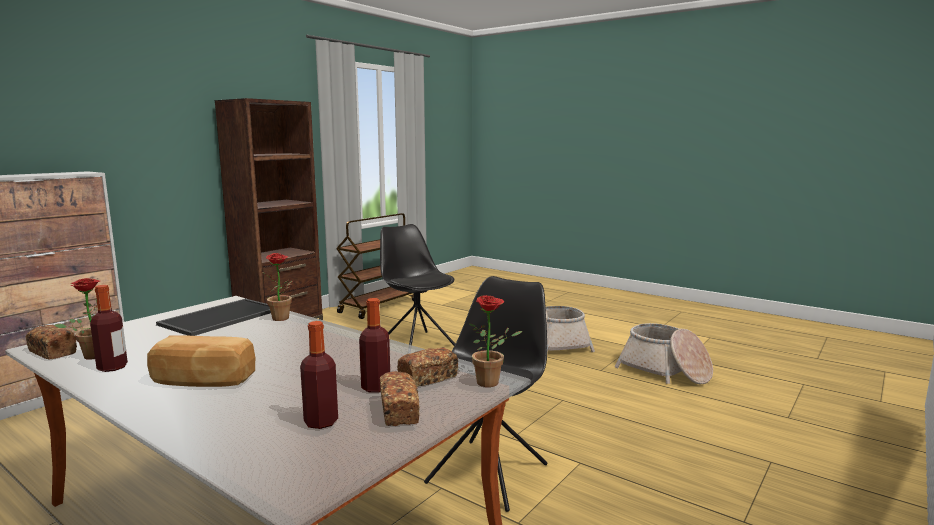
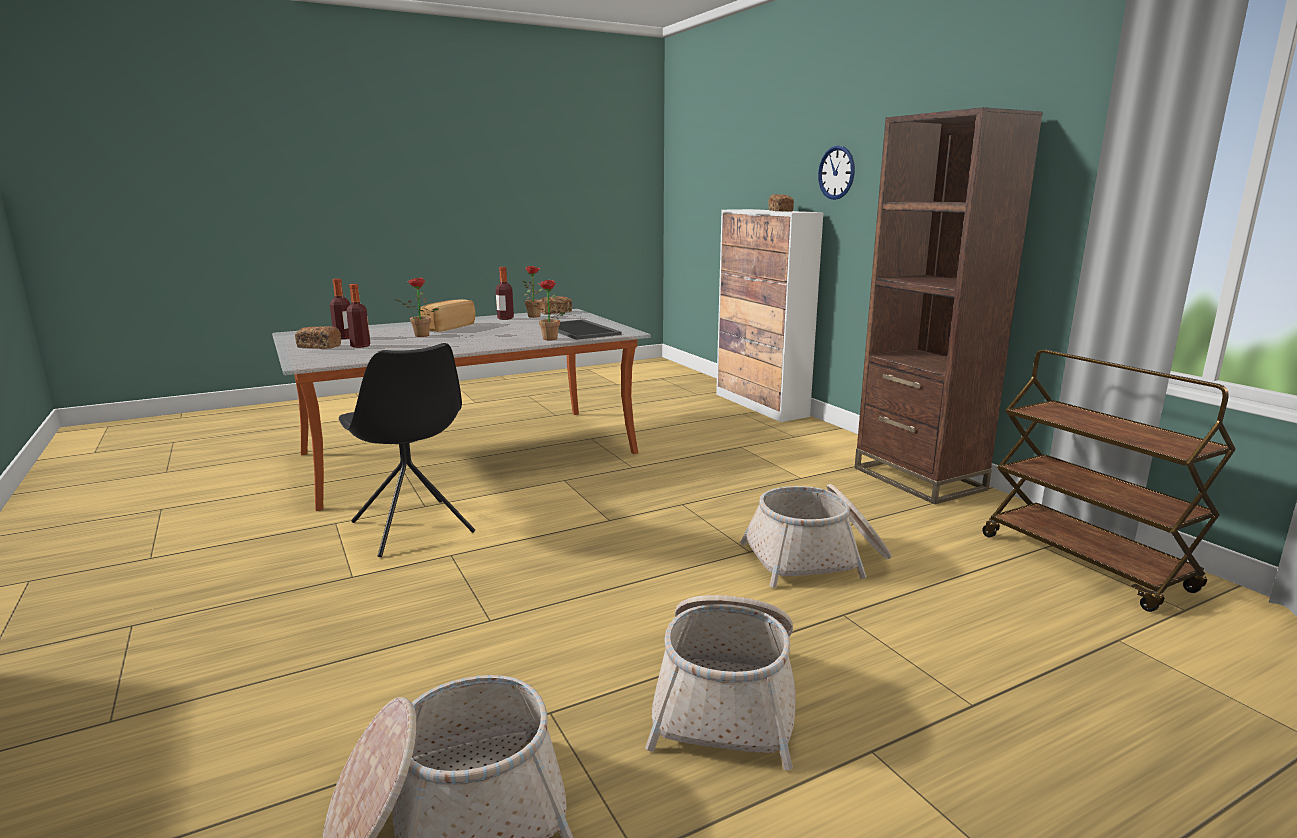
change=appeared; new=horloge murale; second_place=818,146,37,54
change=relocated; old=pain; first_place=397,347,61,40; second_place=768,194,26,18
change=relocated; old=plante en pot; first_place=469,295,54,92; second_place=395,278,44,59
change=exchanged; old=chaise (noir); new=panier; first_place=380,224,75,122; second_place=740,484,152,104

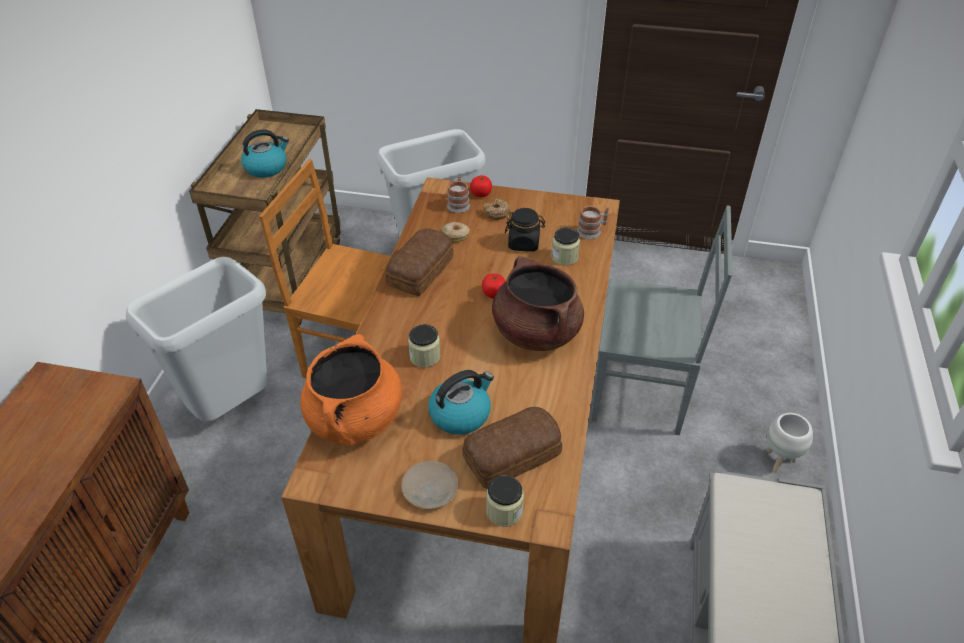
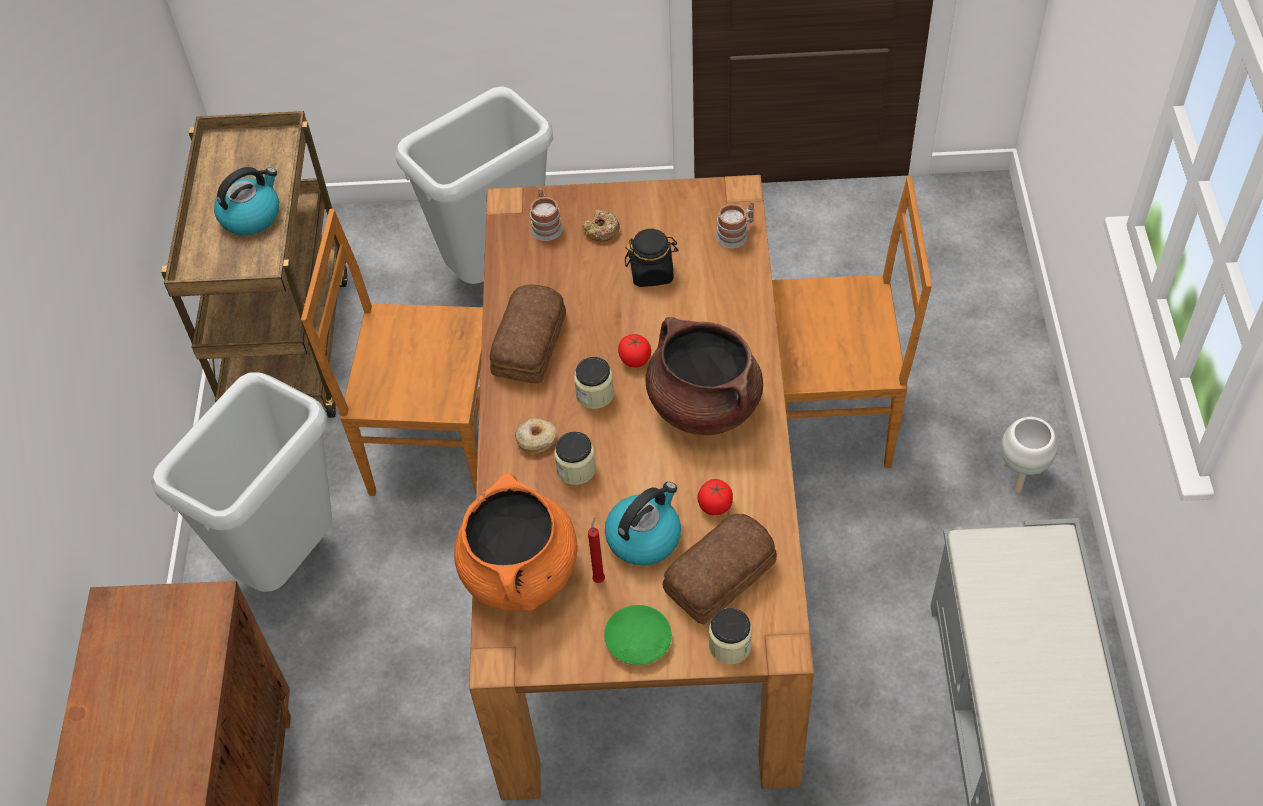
change=appeared; new=bougie (rouge); second_place=588,517,17,66
change=relocated; old=beignet; first_place=442,222,28,20; second_place=515,419,41,34
change=relocated; old=tomate; first_place=470,175,22,22; second_place=697,479,36,36
change=relocated; old=bocal; first_place=551,227,29,39; second_place=574,357,40,52
change=colour; old=assiette (beige); new=assiette (vert); first_place=401,461,57,48; second_place=604,605,68,60
change=colour; old=chaise (gris); new=chaise (marron); first_place=591,205,141,230; second_place=772,176,160,292

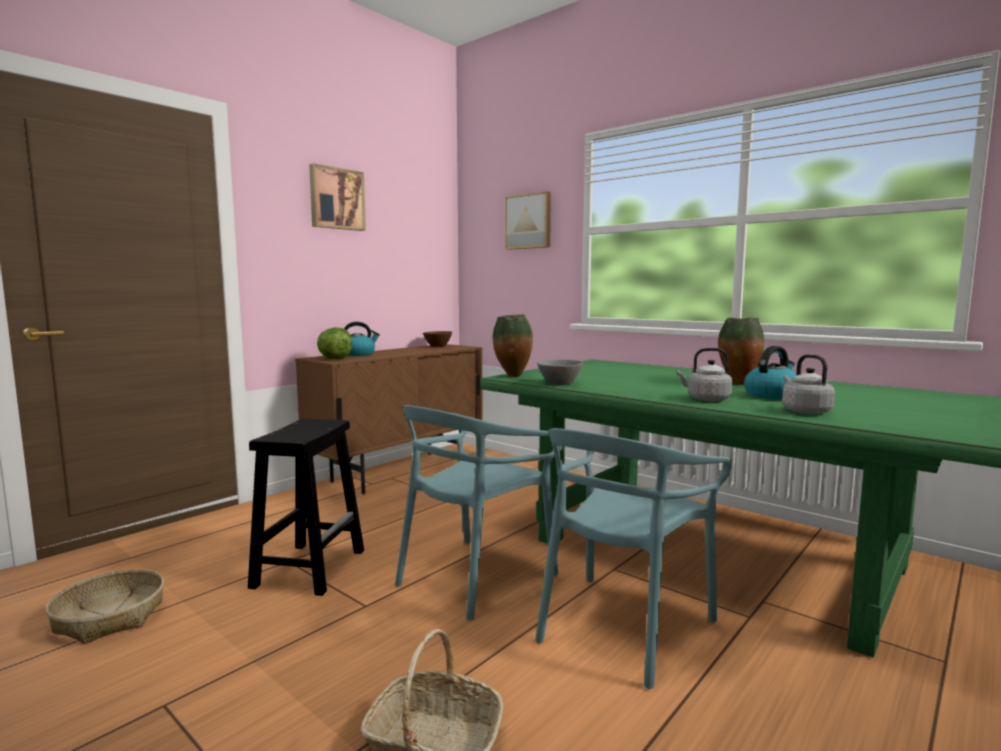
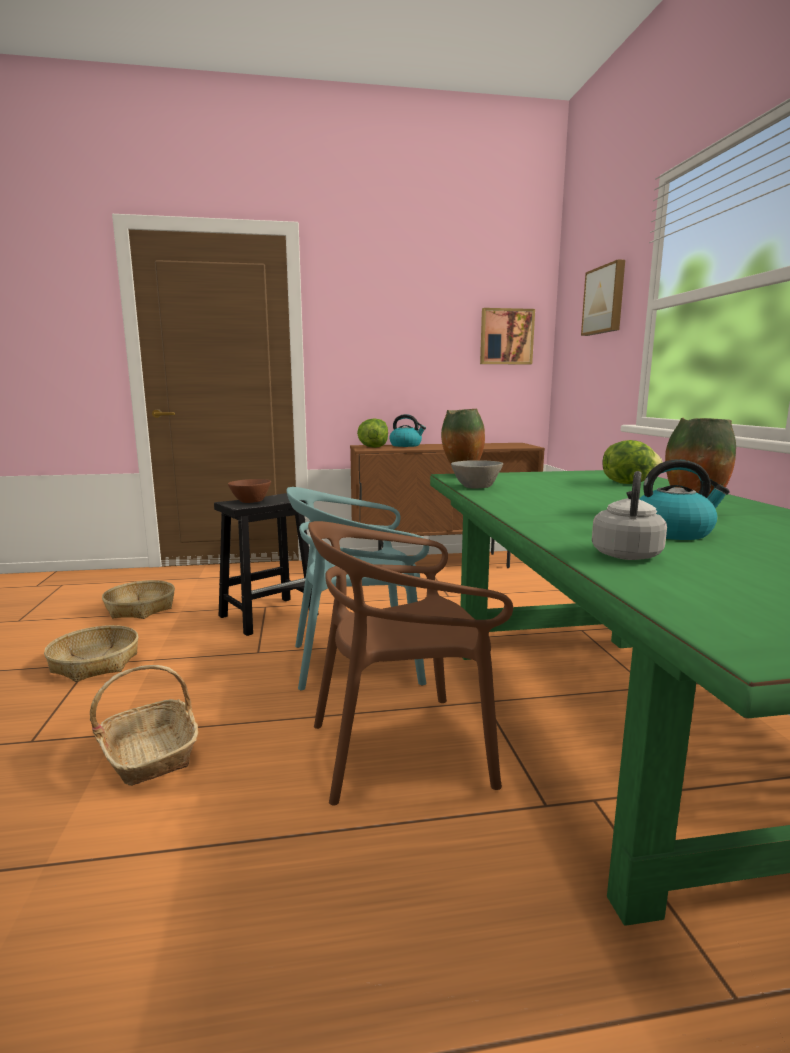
change=missing; old=bouilloire (gris); first_place=676,348,57,53
change=appeared; new=panier; second_place=44,625,94,57
change=appeared; new=laitue; second_place=603,440,59,44
change=relocated; old=tableau; first_place=309,163,57,68; second_place=480,308,55,57
change=relocated; old=bol (marron); first_place=423,331,29,16; second_place=228,479,43,24
change=colour; old=chaise (turquoise); new=chaise (marron); first_place=535,428,197,261; second_place=308,521,205,285

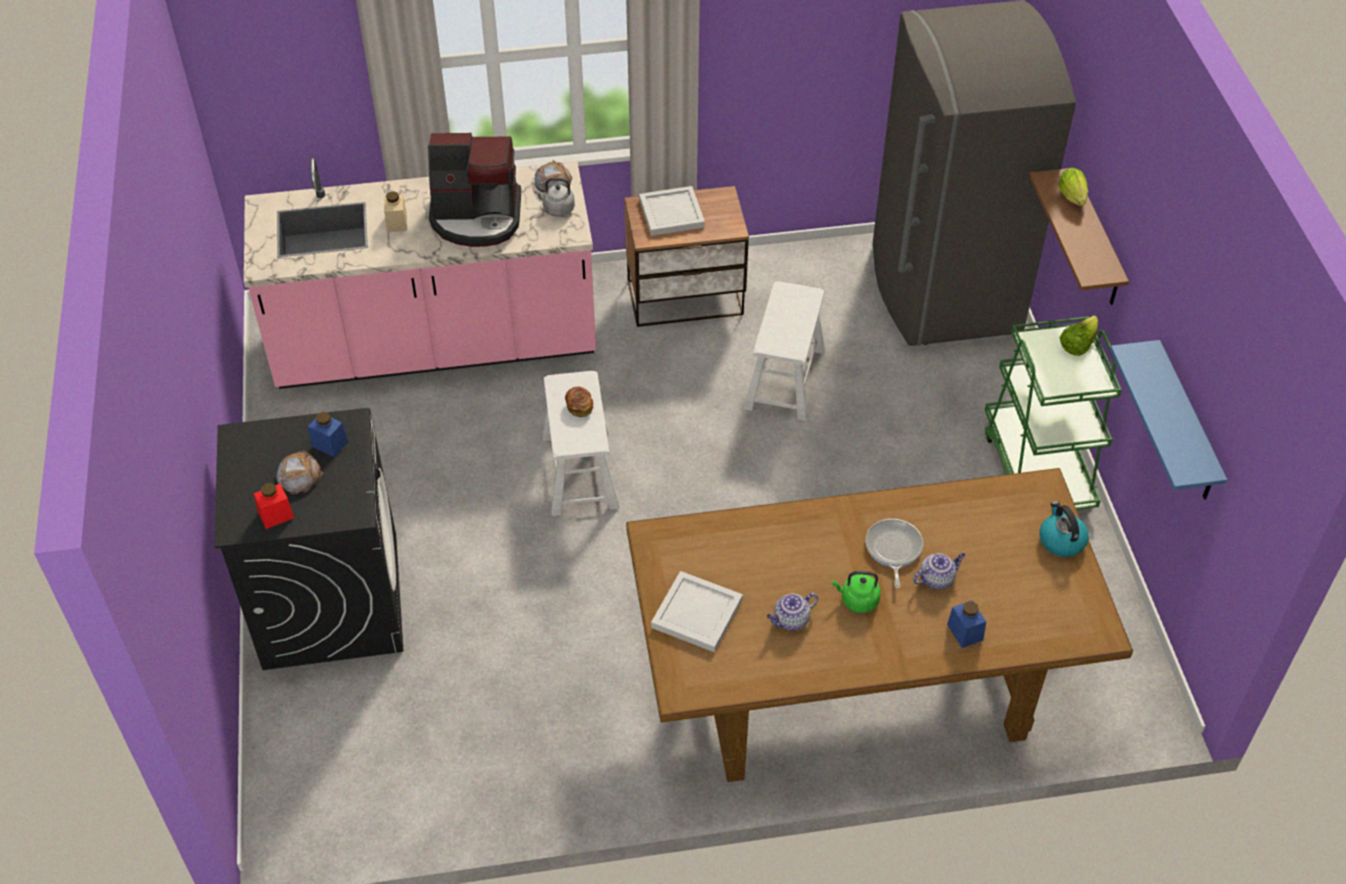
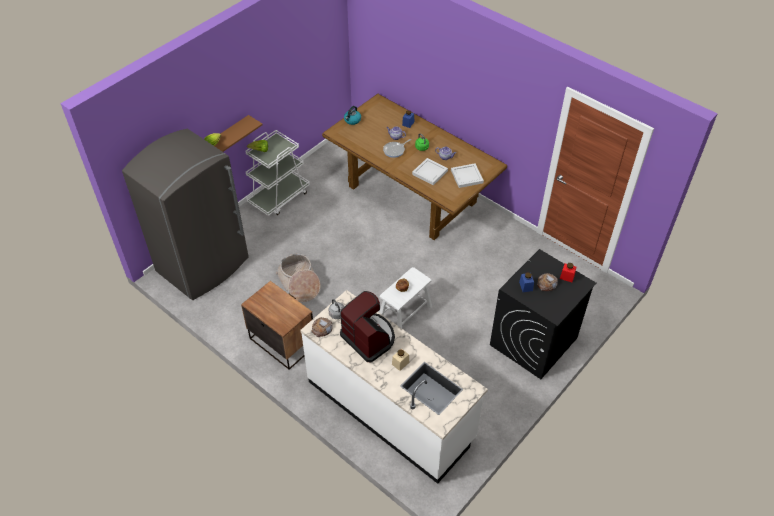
change=missing; old=étagère (bleu); first_place=1110,340,117,160
change=relocated; old=plateau (blanc); first_place=639,186,66,50; second_place=412,158,36,27
change=exchanged; old=tabouret (blanc); new=panier; first_place=743,281,82,140; second_place=276,254,44,48
change=colour; old=comptoir de cuisine (rose); new=comptoir de cuisine (blanc); first_place=244,158,352,231; second_place=300,290,188,194
change=colour; old=chariot (vert); new=chariot (blanc); first_place=985,316,137,194; second_place=246,130,64,86

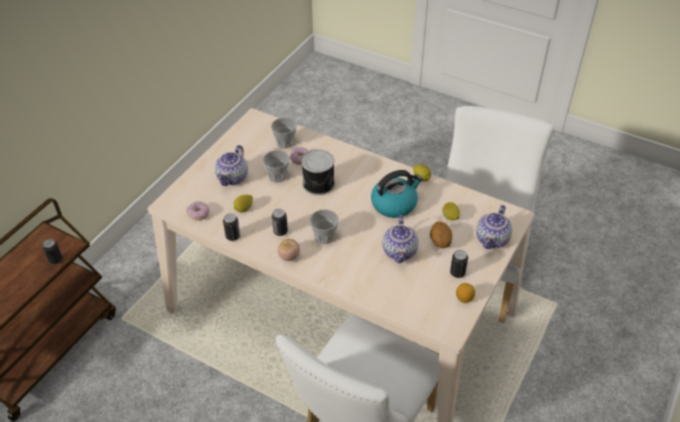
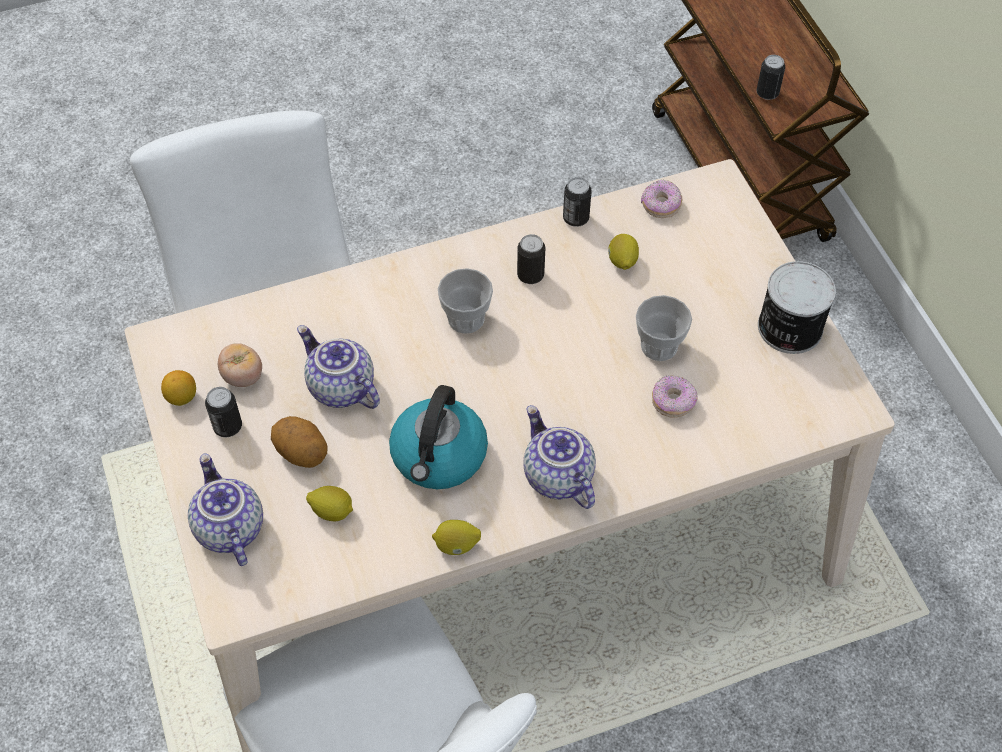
change=missing; old=tasse; first_place=271,118,26,30
change=relocated; old=théière; first_place=215,145,33,41; second_place=523,405,73,104
change=relocated; old=tomate; first_place=278,239,22,22; second_place=218,343,44,44
change=relocated; old=boîte métallique; first_place=301,150,34,45; second_place=758,261,78,93

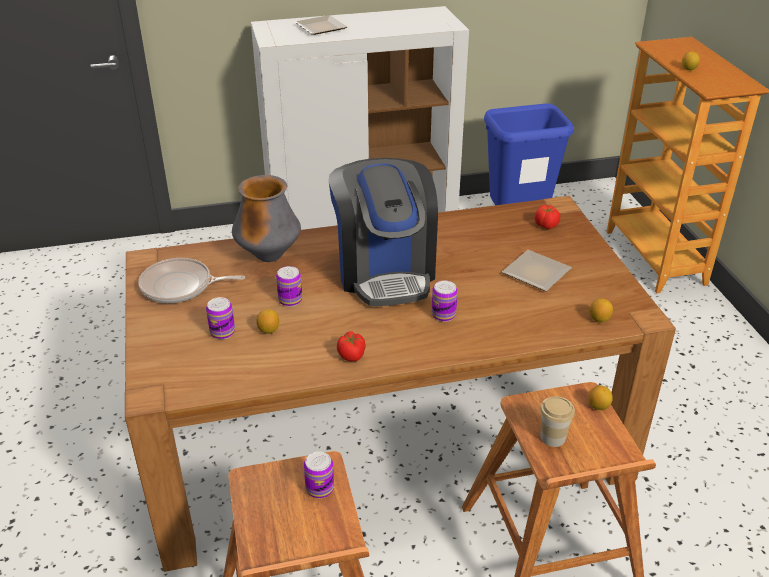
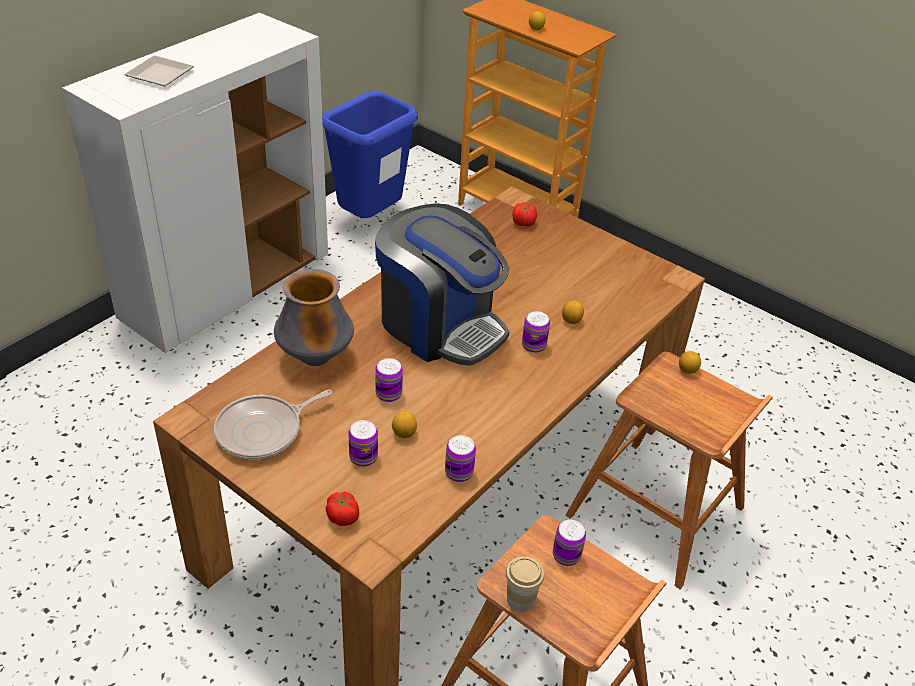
change=missing; old=assiette; first_place=502,250,70,41
change=appeared; new=boîte métallique; second_place=445,435,31,47
change=relocated; old=tomate; first_place=337,331,29,30; second_place=326,491,33,35
change=relocated; old=tasse; first_place=540,396,35,51; second_place=506,556,38,56
change=relocated; old=citron; first_place=590,298,23,24; second_place=562,301,22,23

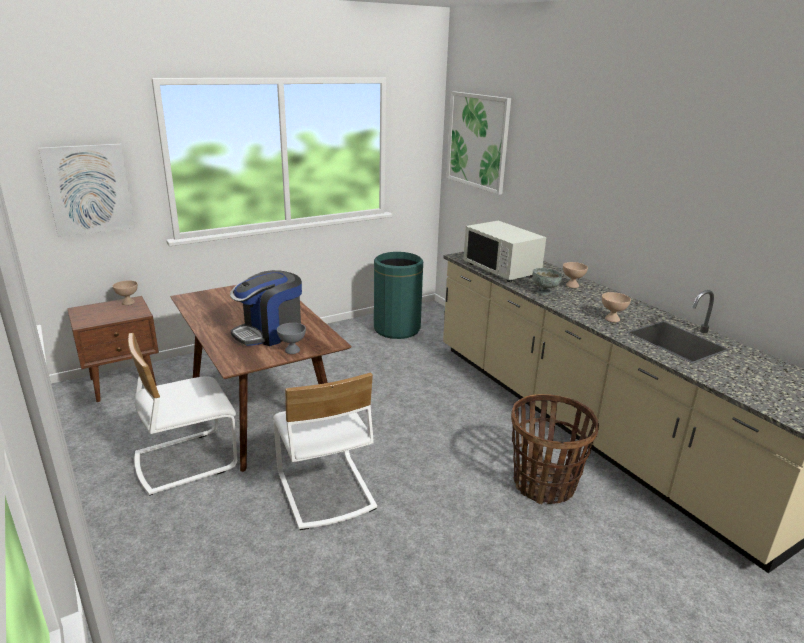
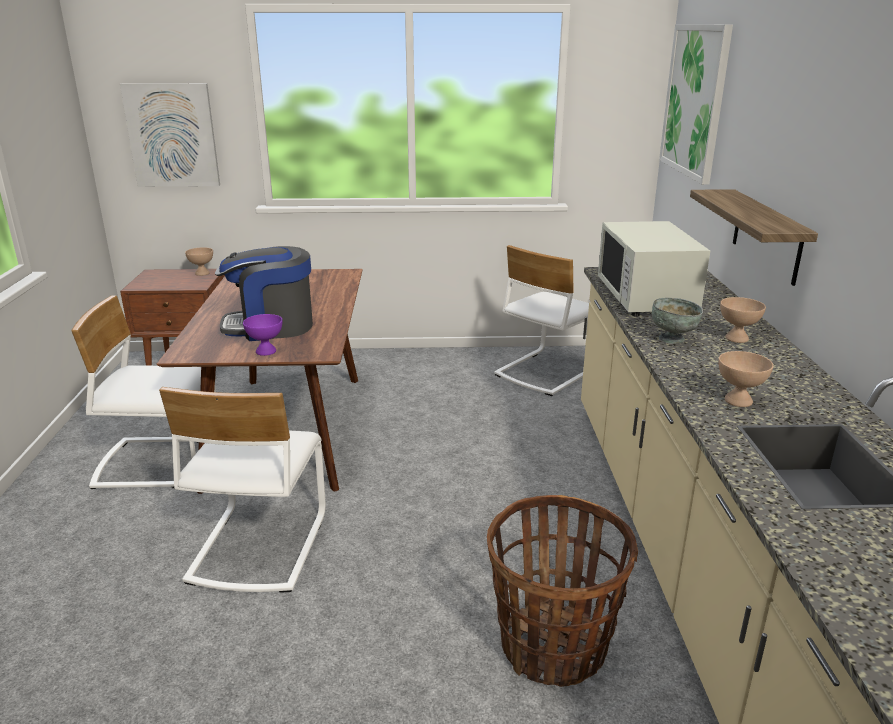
change=appeared; new=étagère; second_place=690,189,128,97
change=exchanged; old=poubelle (vert); new=chaise (blanc); first_place=374,252,49,87; second_place=494,245,95,151
change=colour; old=bol (gris); new=bol (violet); first_place=277,323,29,31; second_place=243,314,40,42

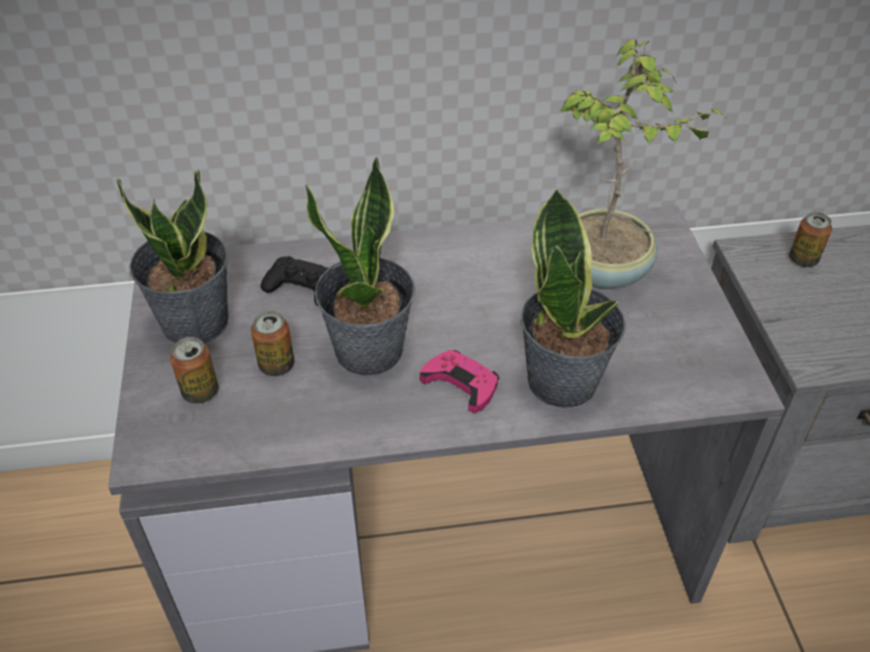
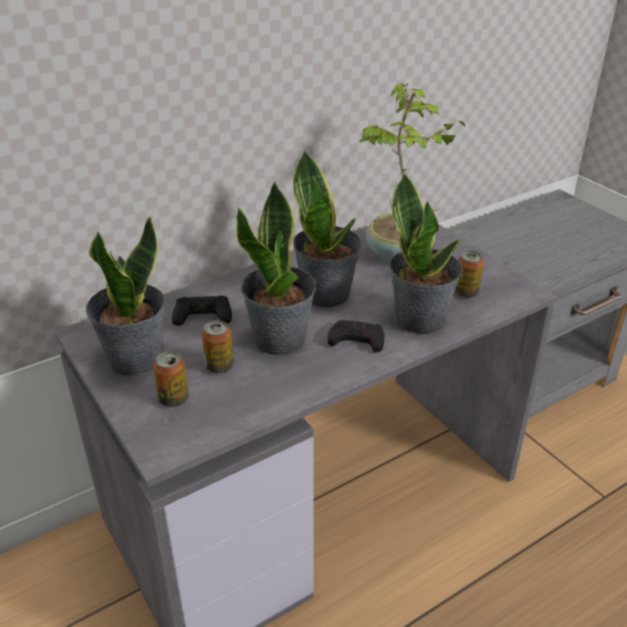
change=appeared; new=plante en pot; second_place=293,150,69,157
change=relocated; old=boîte métallique; first_place=789,212,43,55; second_place=455,251,29,47
change=colour; old=manette (rose); new=manette (noir); first_place=420,350,79,63; second_place=328,320,56,33

